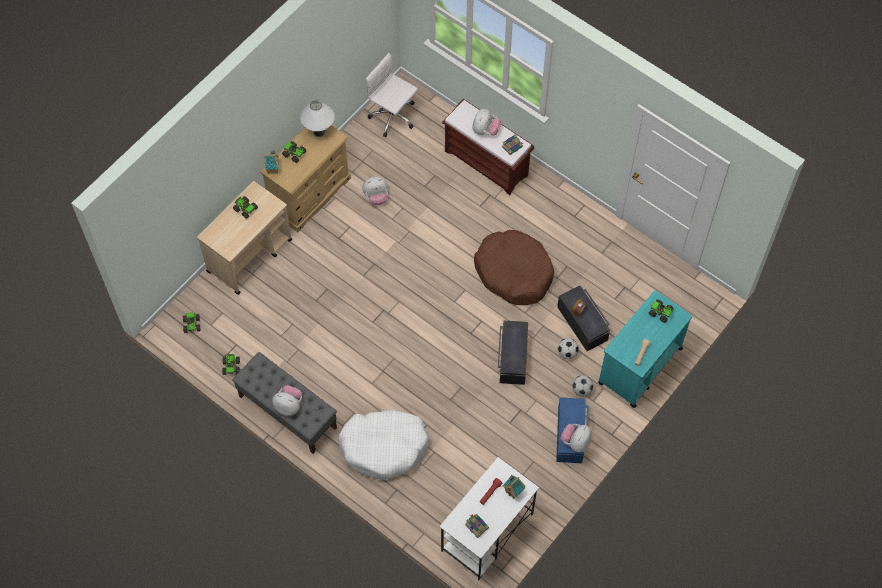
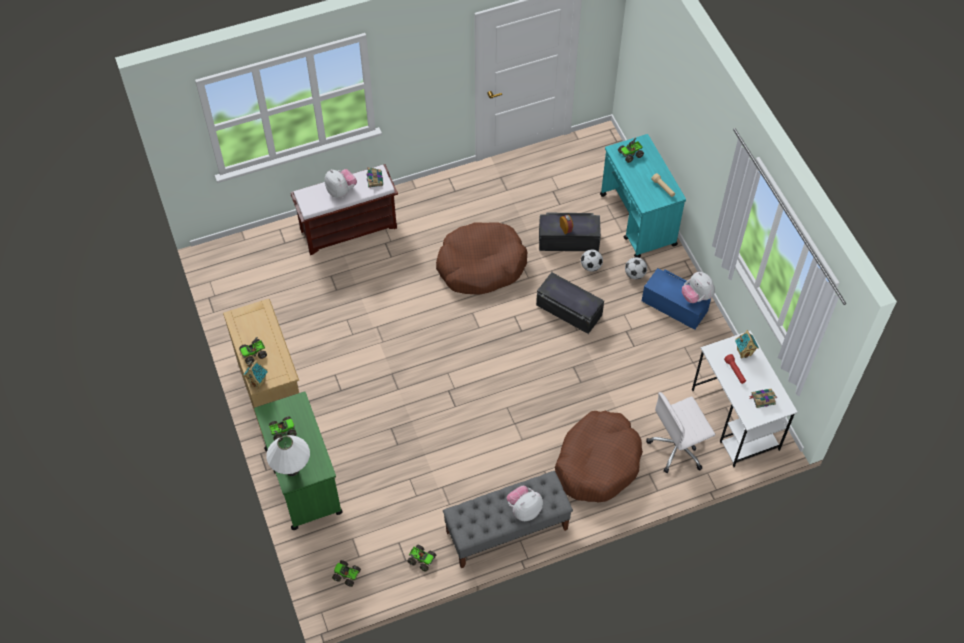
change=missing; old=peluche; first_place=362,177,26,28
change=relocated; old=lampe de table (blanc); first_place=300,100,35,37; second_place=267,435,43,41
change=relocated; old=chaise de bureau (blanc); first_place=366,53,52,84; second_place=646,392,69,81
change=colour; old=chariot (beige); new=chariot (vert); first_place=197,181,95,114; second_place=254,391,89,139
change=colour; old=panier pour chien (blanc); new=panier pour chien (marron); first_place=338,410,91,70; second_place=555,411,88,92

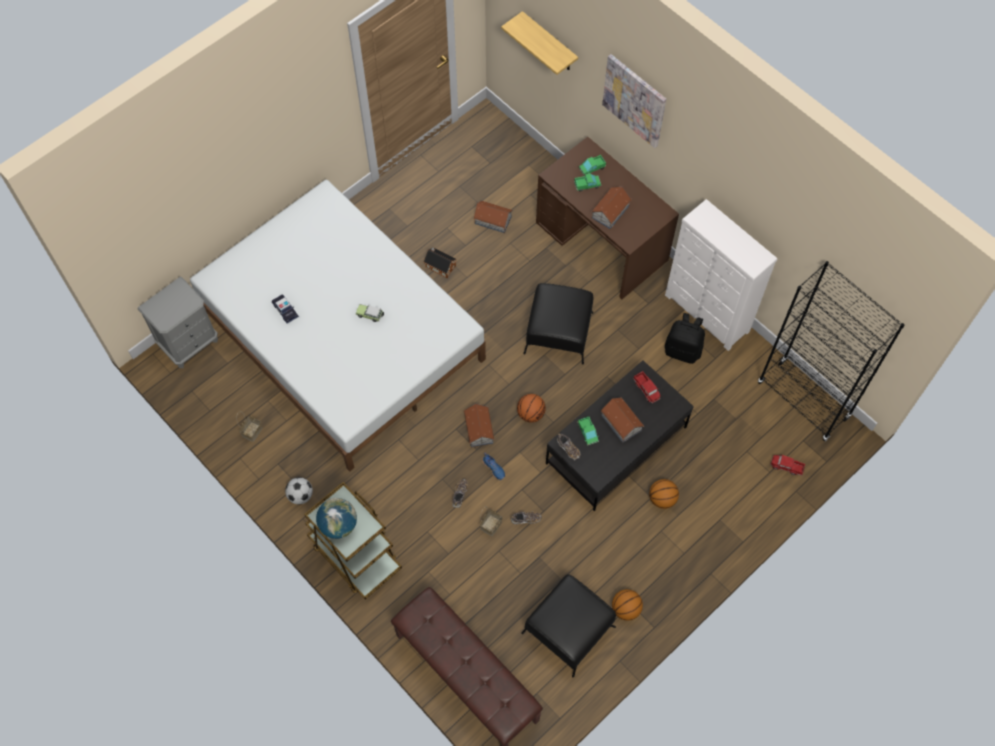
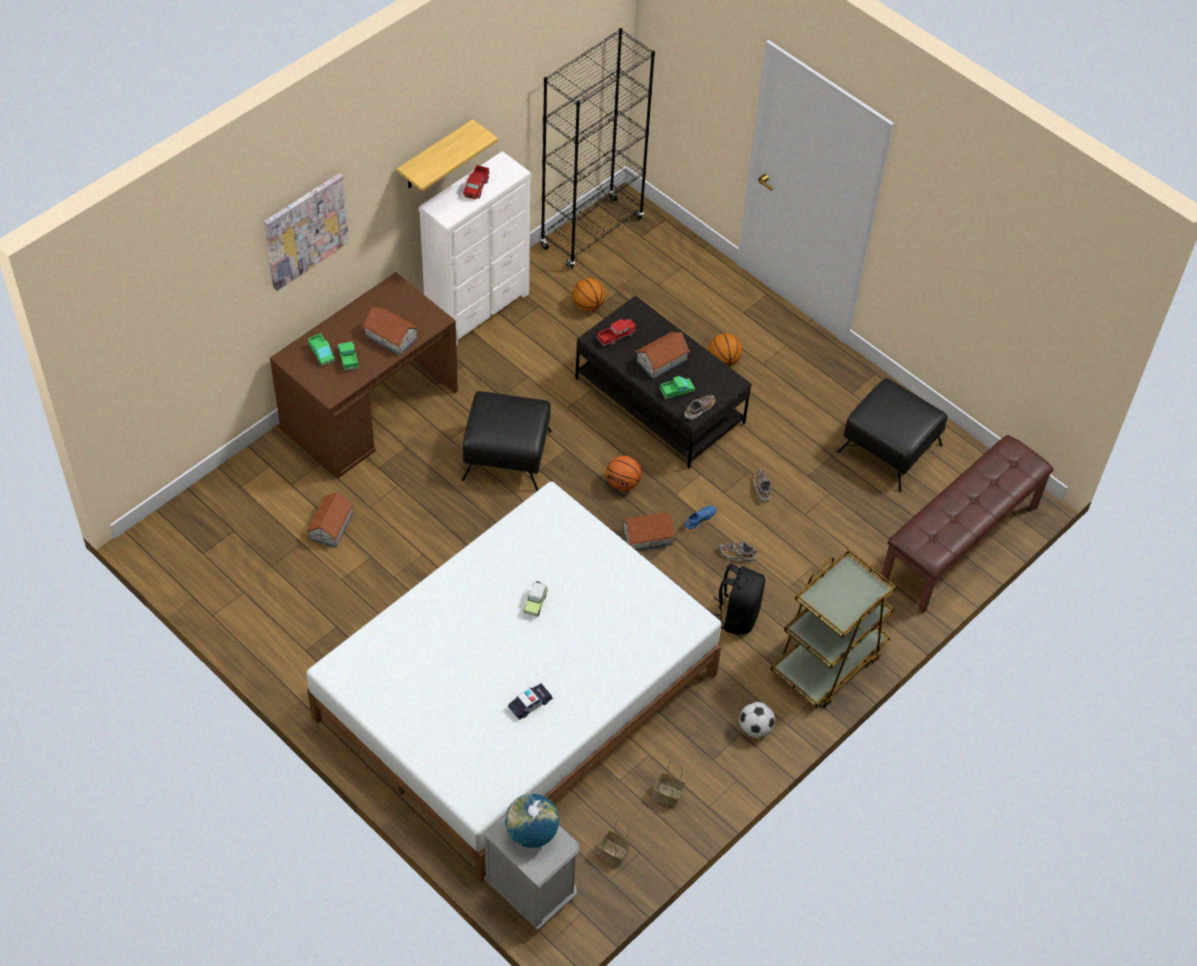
change=missing; old=maison miniature; first_place=424,248,33,30
change=relocated; old=globe; first_place=316,498,41,41; second_place=505,793,54,55
change=relocated; old=panier; first_place=480,506,23,30; second_place=598,819,33,48
change=relocated; old=étagère; first_place=501,11,77,64; second_place=397,119,101,72
change=relocated; old=ballon de basket; first_place=612,589,31,32; second_place=572,278,34,34
change=relocated; old=sac à dos (noir); first_place=665,313,40,51; second_place=714,564,51,71
change=relocated; old=camion jouet; first_place=770,455,35,21; second_place=463,165,27,35

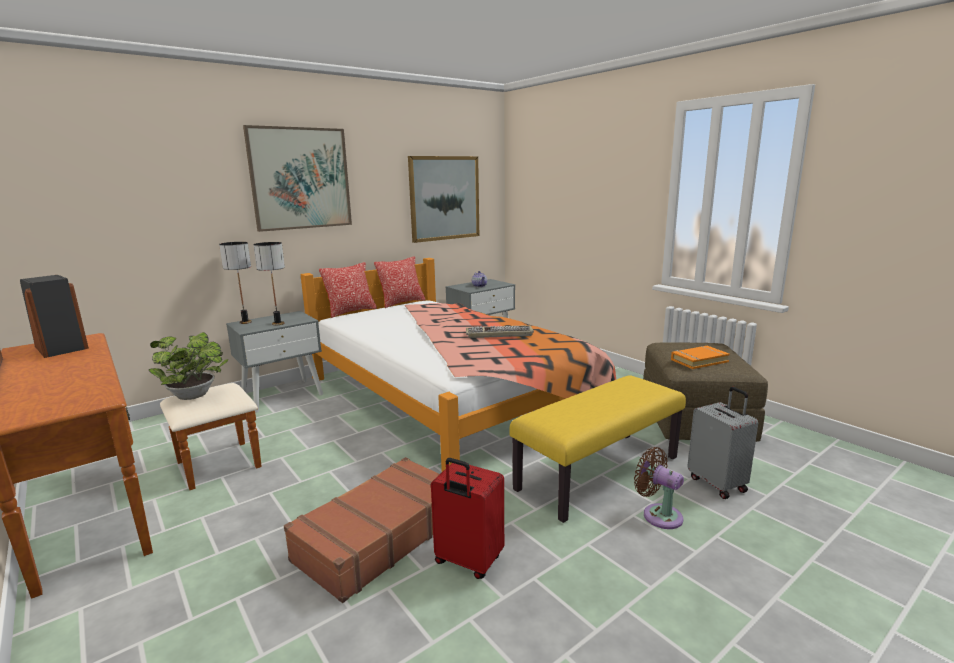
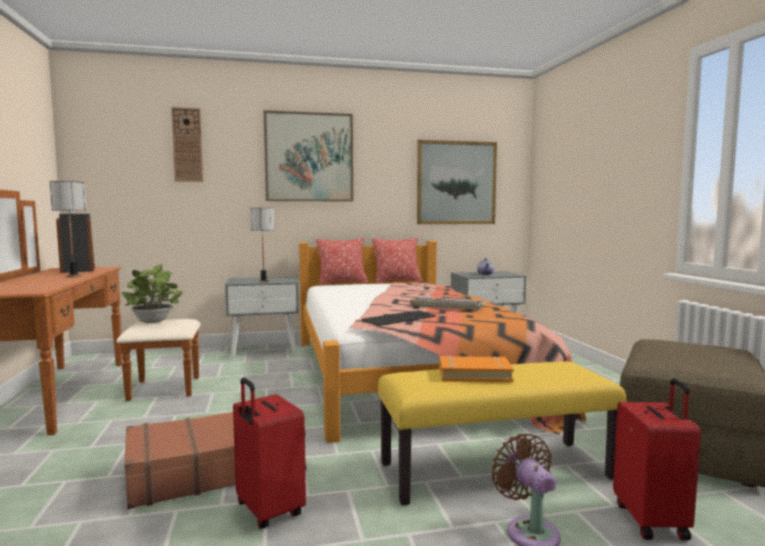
change=appeared; new=horloge murale; second_place=171,107,32,75
change=appeared; new=clavier; second_place=362,310,74,16
change=relocated; old=lampe de table; first_place=219,242,33,82; second_place=49,181,37,96
change=relocated; old=livre (orange); first_place=671,346,59,23; second_place=440,355,74,27
change=colour; old=valise (gris); new=valise (rouge); first_place=687,387,71,112; second_place=613,378,88,163

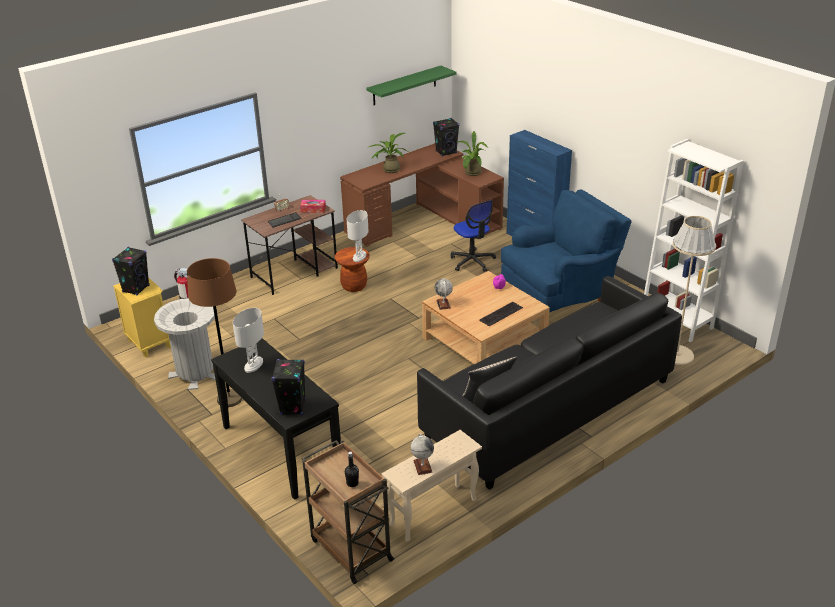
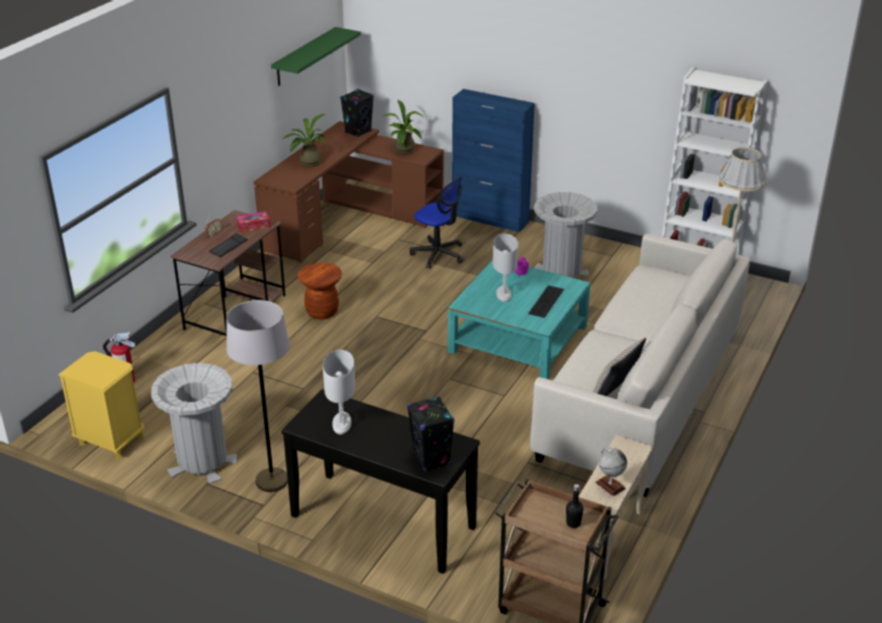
change=missing; old=enceinte (noir); first_place=112,247,37,48
change=missing; old=globe; first_place=435,279,18,31
change=relocated; old=lampe de table (blanc); first_place=347,210,21,52; second_place=493,234,25,68
change=exchanged; old=fauteuil (bleu); new=poubelle (gris); first_place=501,189,131,123; second_place=534,192,64,86
change=colour; old=lampadaire (marron); new=lampadaire (gris); first_place=187,258,55,149; second_place=226,300,64,192
change=colour; old=canapé (noir); new=canapé (blanc); first_place=417,276,265,214; second_place=530,234,220,263
change=colour; old=table basse (beige); new=table basse (turquoise); first_place=422,271,128,93; second_place=448,260,142,119

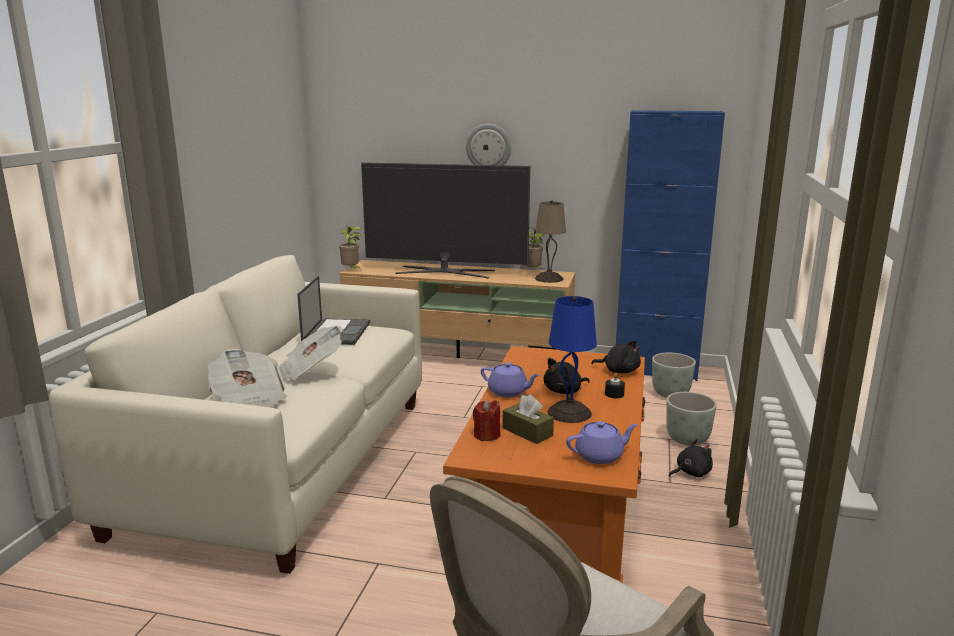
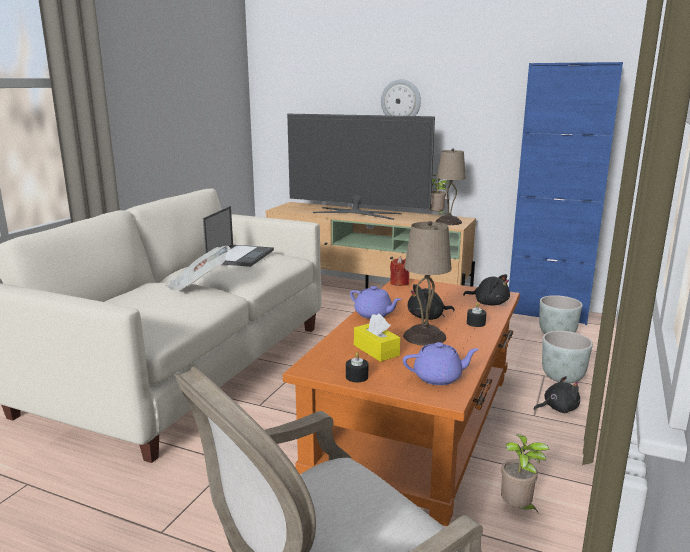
change=missing; old=journal; first_place=208,348,79,59
change=appeared; new=bougie (noir); second_place=346,352,22,30
change=relocated; old=plante en pot; first_place=339,226,23,44; second_place=501,434,49,80
change=relocated; old=bougie (rouge); first_place=473,399,28,42; second_place=390,256,19,30
change=colour; old=boîte à mouchoirs (marron); new=boîte à mouchoirs (jaune); first_place=502,394,52,50; second_place=354,314,46,48
change=colour; old=lampe de table (bleu); new=lampe de table (beige); first_place=548,296,49,127; second_place=403,221,48,125

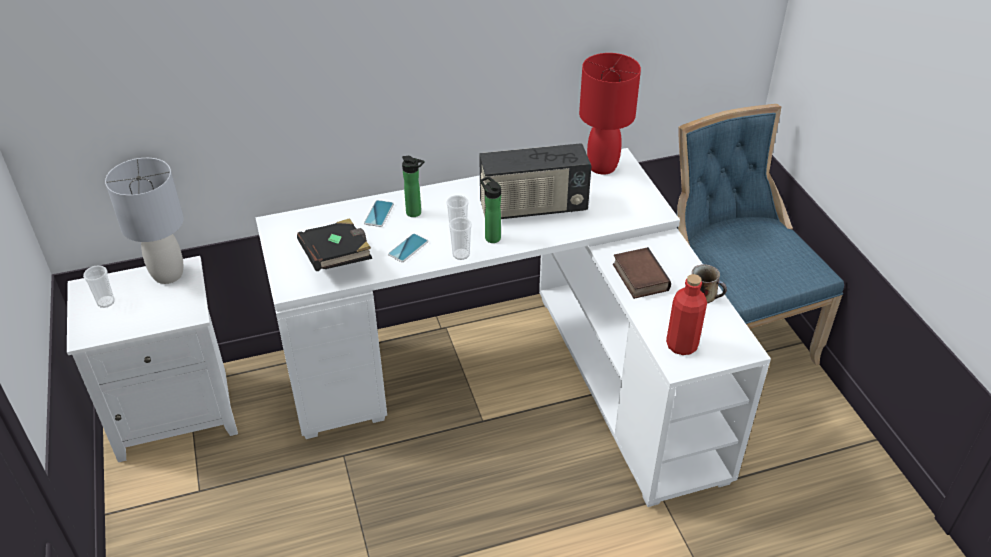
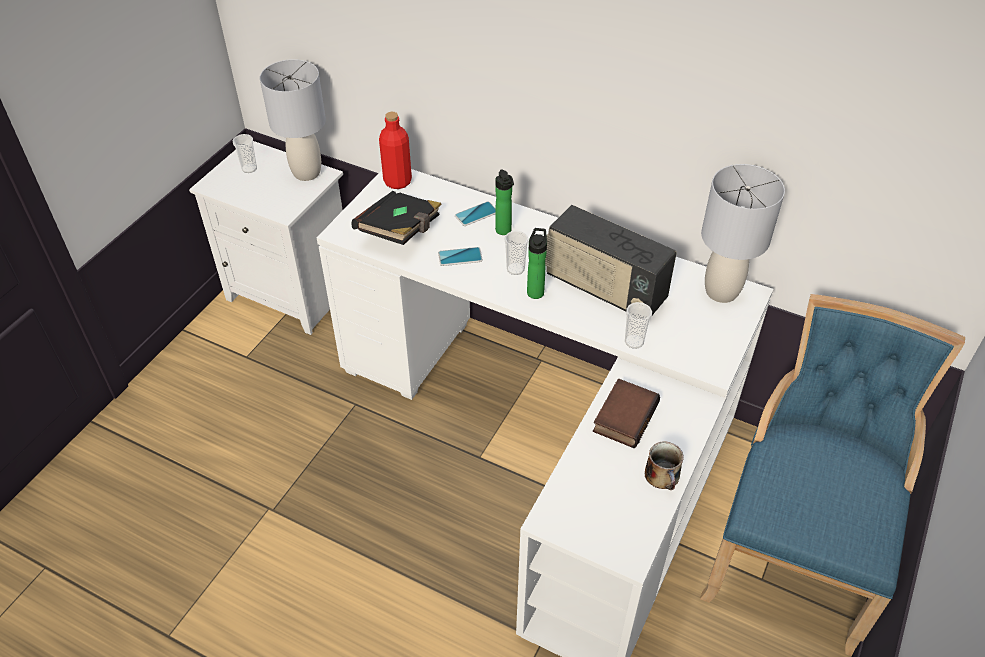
change=relocated; old=tasse; first_place=449,217,23,43; second_place=625,302,27,47
change=relocated; old=bouteille (rouge); first_place=666,274,41,81; second_place=379,112,33,77
change=colour; old=lampe de table (rouge); new=lampe de table (gris); first_place=579,53,62,122; second_place=701,164,84,139

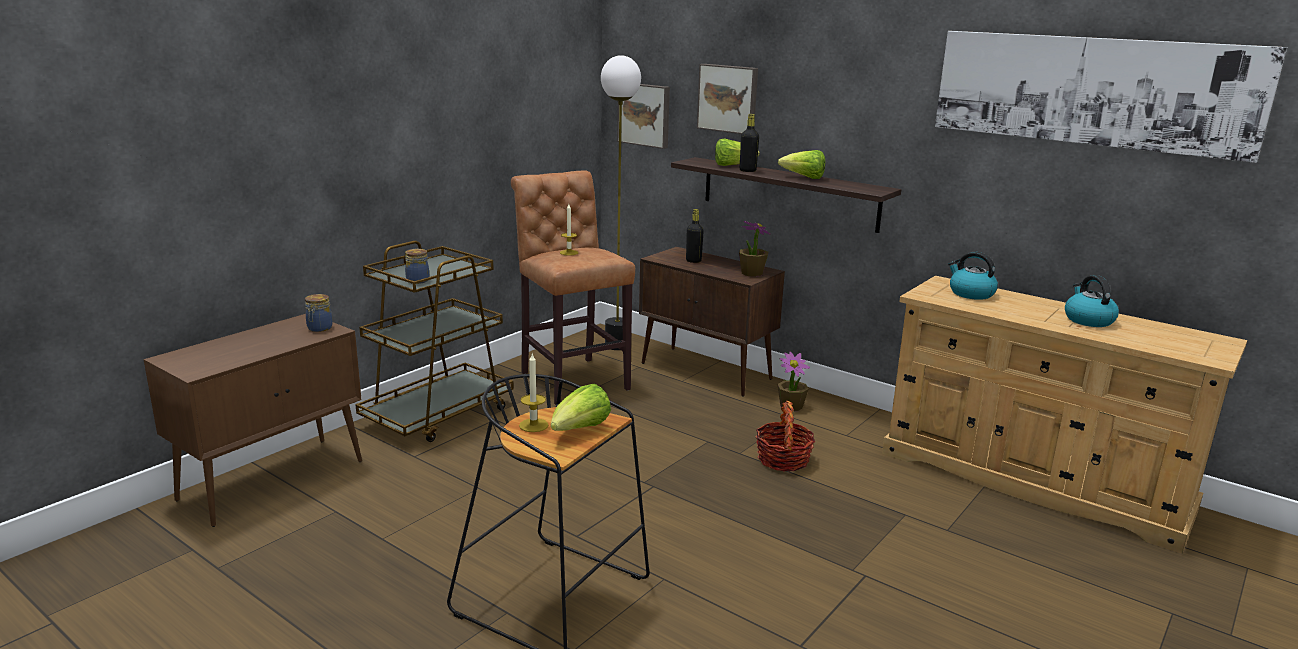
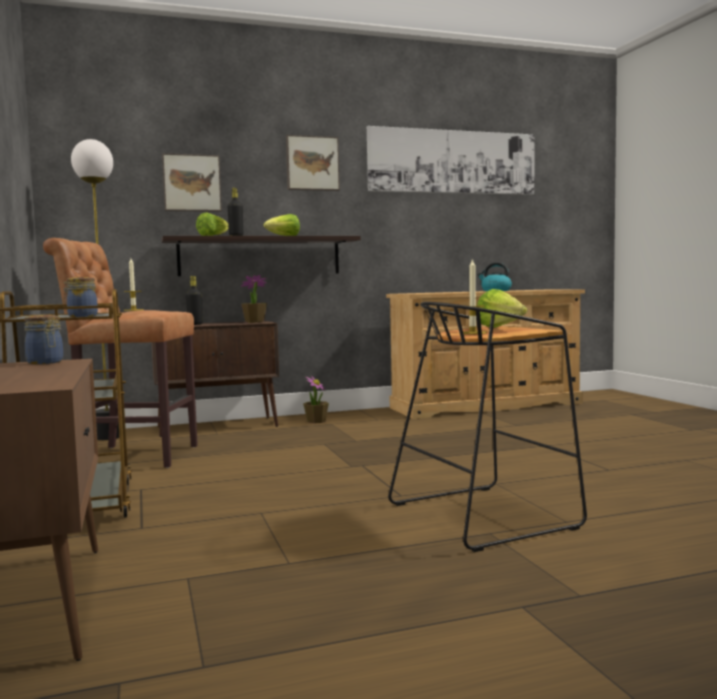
change=missing; old=panier; first_place=756,401,59,70
change=missing; old=bouilloire; first_place=948,252,50,48
change=relocated; old=tableau; first_place=617,84,53,65; second_place=286,135,54,56

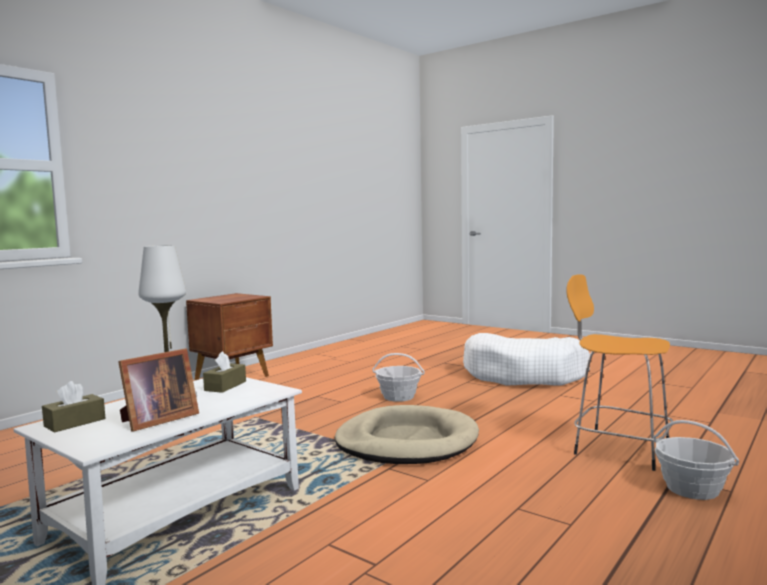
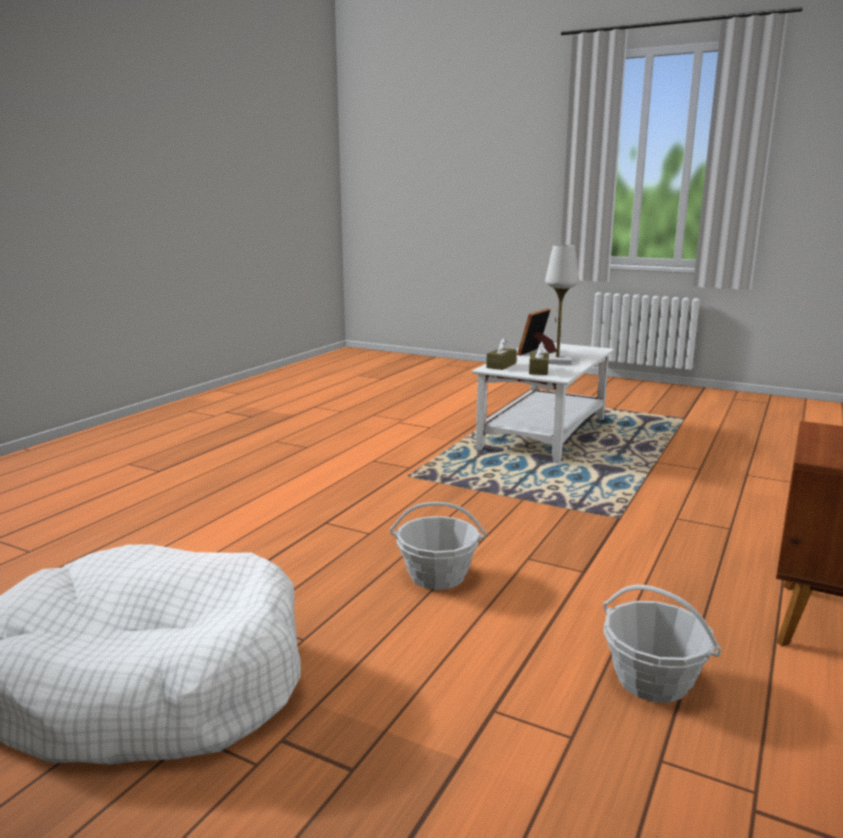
change=missing; old=panier pour chien (beige); first_place=335,405,144,59
change=missing; old=tabouret (orange); first_place=566,274,107,197
change=relocated; old=boîte à mouchoirs (marron); first_place=42,381,63,52; second_place=486,338,31,32
change=relocated; old=panier; first_place=654,420,85,80; second_place=603,585,118,118

